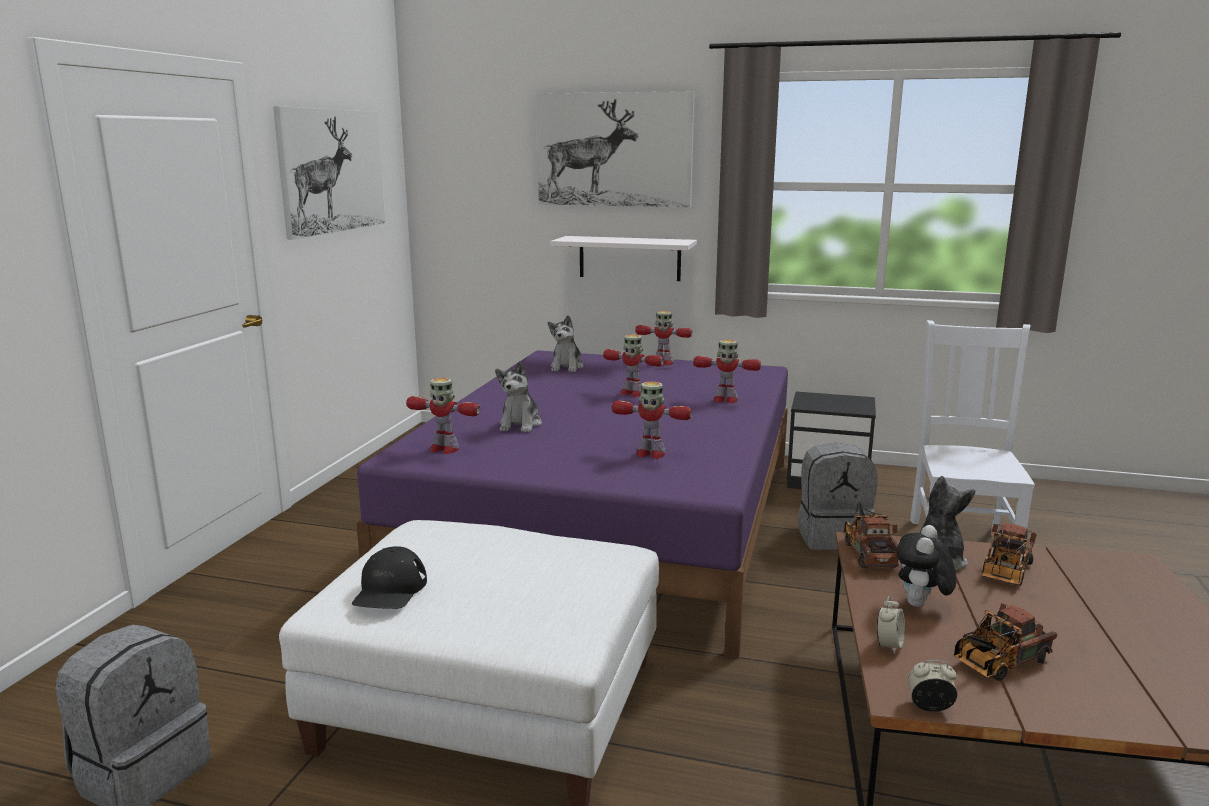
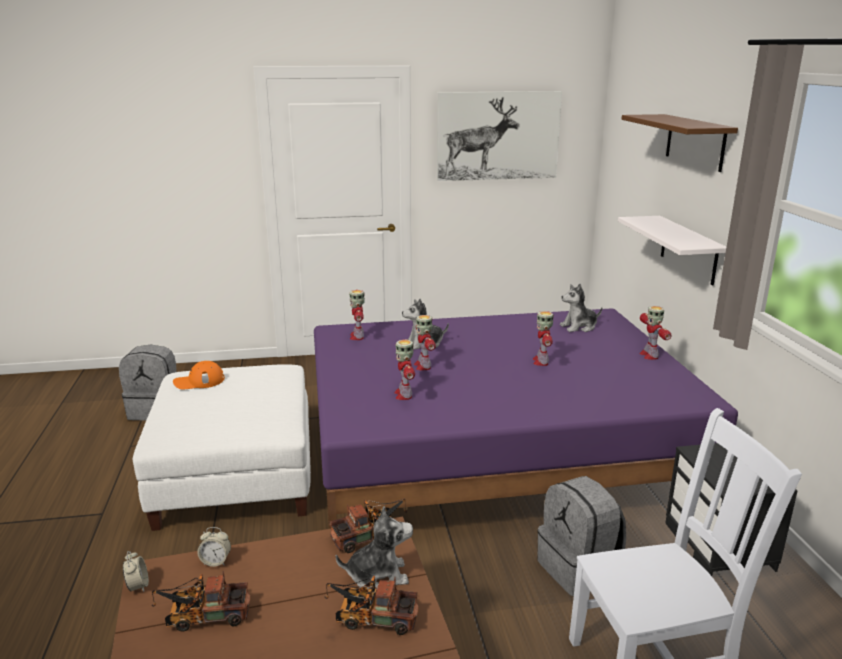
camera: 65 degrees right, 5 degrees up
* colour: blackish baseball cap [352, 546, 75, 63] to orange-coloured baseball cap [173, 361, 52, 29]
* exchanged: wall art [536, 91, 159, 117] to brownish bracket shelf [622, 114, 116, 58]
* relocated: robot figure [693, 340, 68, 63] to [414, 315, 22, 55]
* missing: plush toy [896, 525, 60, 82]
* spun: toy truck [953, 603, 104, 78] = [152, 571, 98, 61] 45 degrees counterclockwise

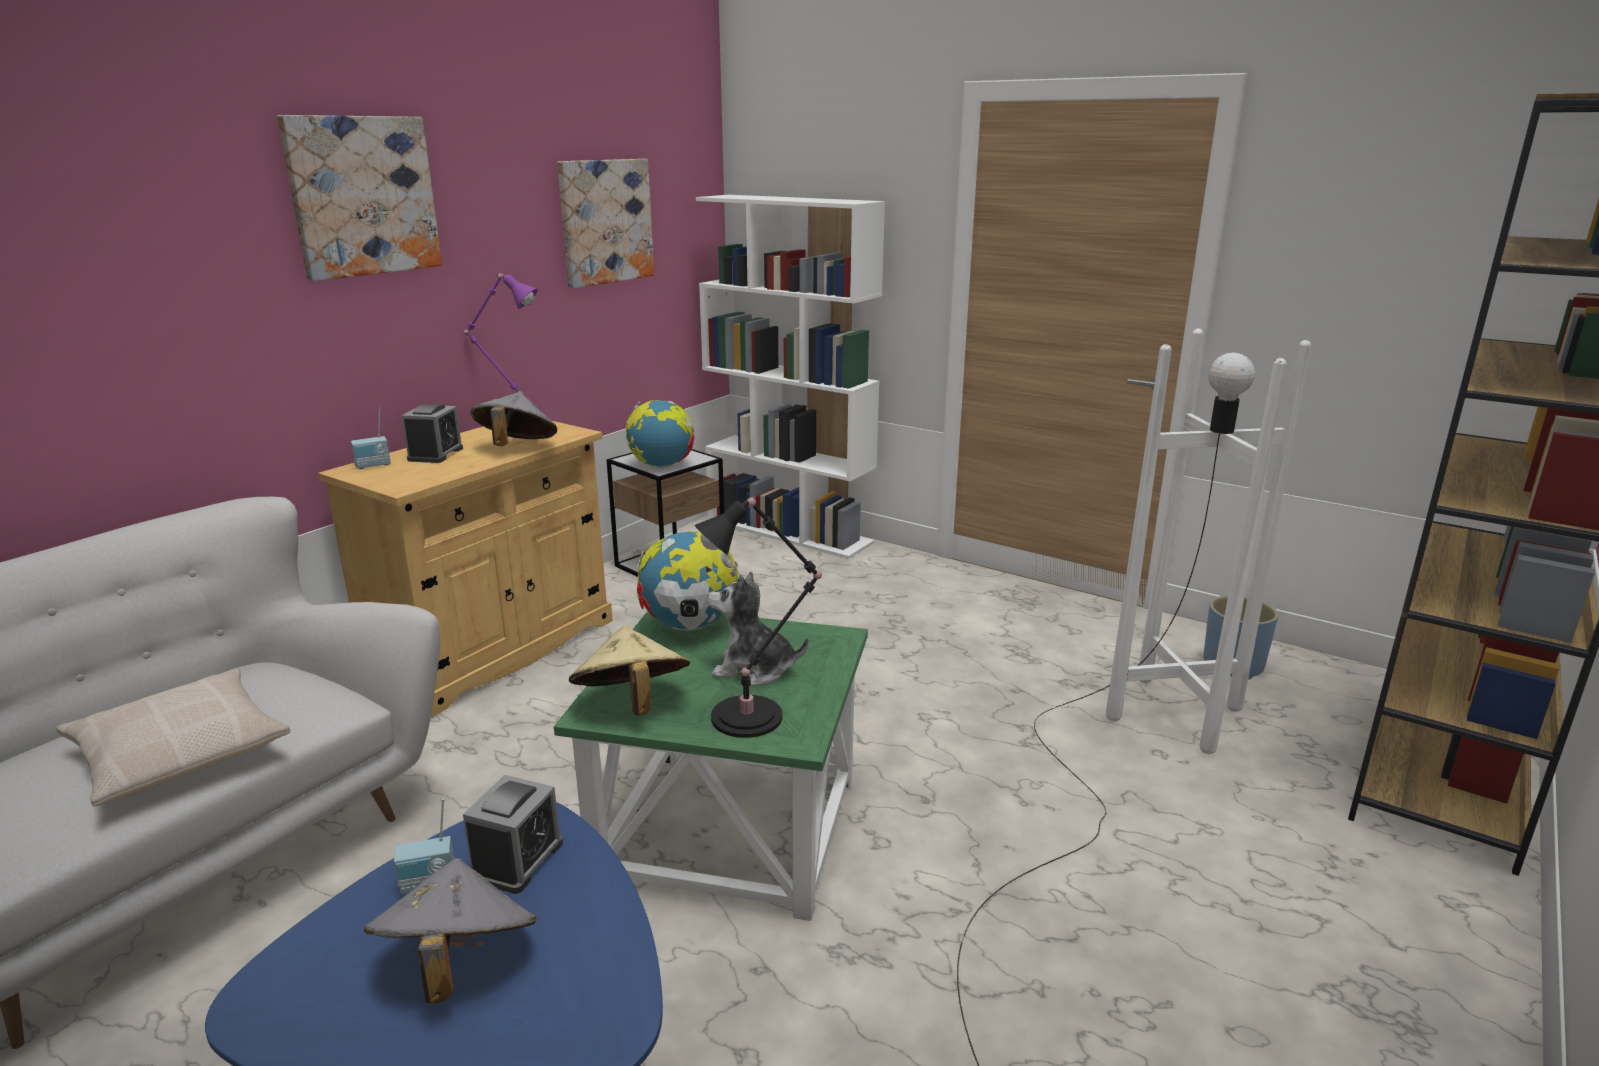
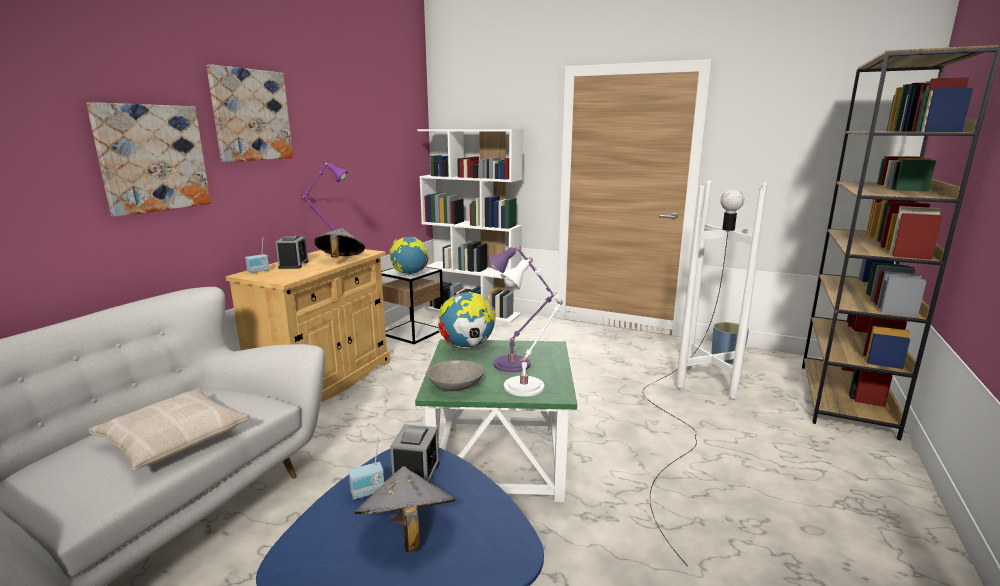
camera: 10 degrees left, 5 degrees down
* relocated: wall art [557, 159, 97, 130] to [86, 102, 125, 115]
* exchanged: beige-coloured clothing hat [569, 626, 121, 90] to grey bowl [427, 360, 57, 31]
* colour: blackish table lamp [695, 496, 127, 242] to white table lamp [500, 257, 63, 140]
* exchanged: plush toy [708, 572, 100, 114] to purplish table lamp [489, 246, 67, 126]

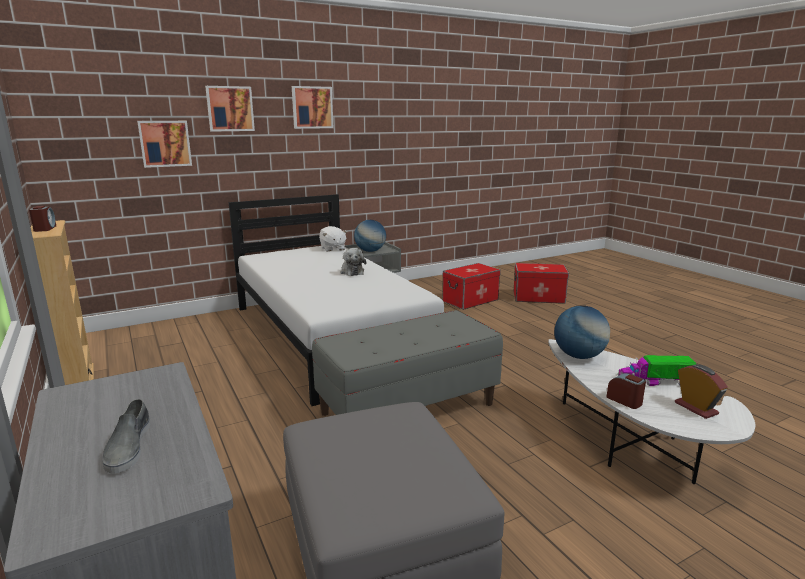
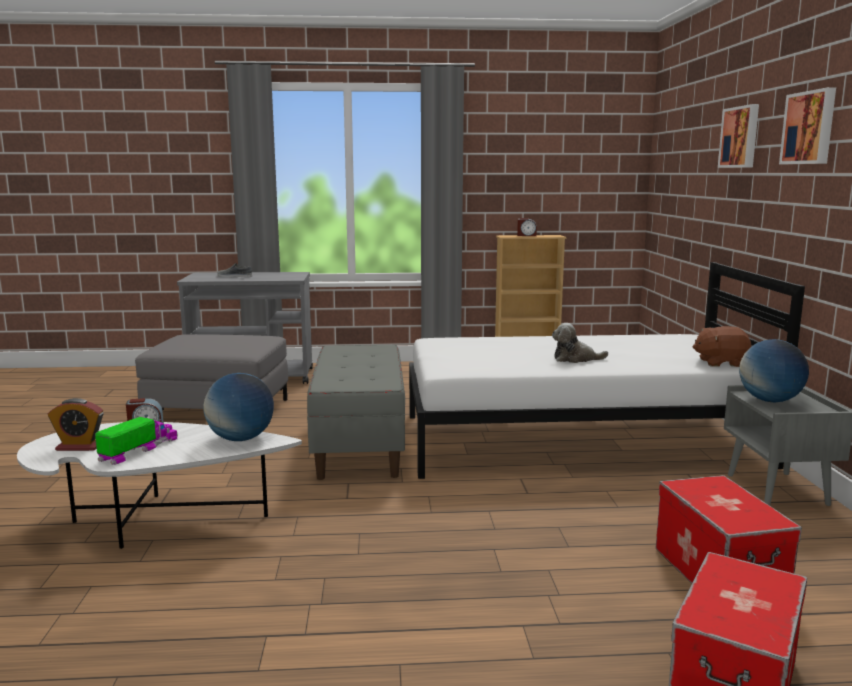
camera: 115 degrees right, 5 degrees down
* missing: wall art [137, 121, 55, 47]
* colour: white plush toy [319, 226, 28, 25] to brownish plush toy [693, 326, 59, 41]

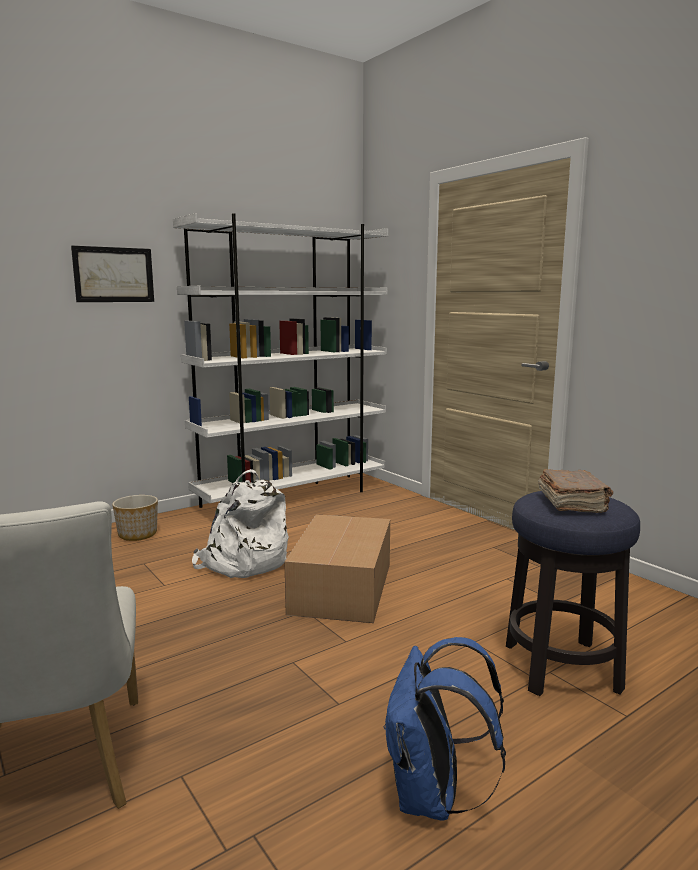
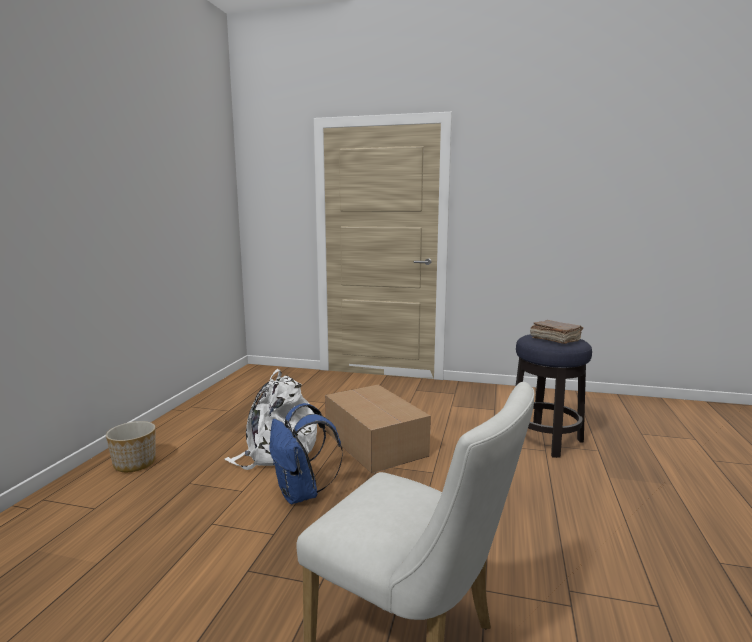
camera: 40 degrees left, 0 degrees up
* missing: wall art [71, 246, 83, 56]
* missing: white bookshelf [173, 213, 216, 295]
* relocated: blue backpack [383, 637, 123, 184] to [269, 403, 74, 101]

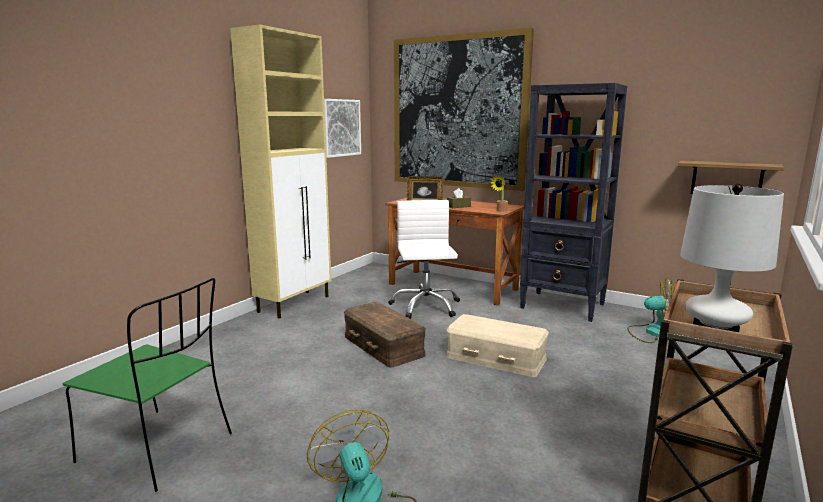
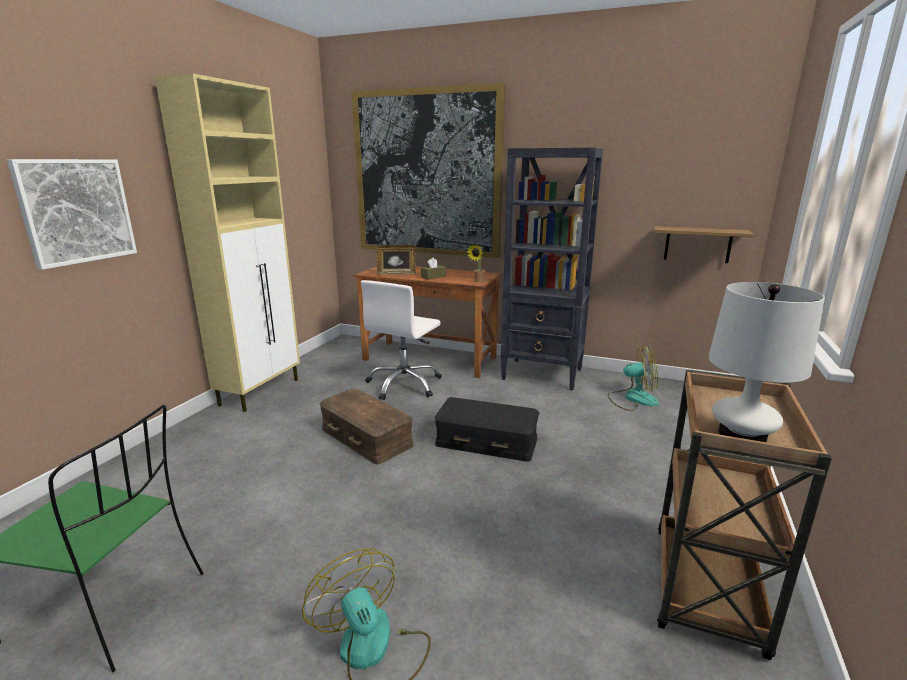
camera: 10 degrees left, 5 degrees up
* relocated: wall art [324, 99, 37, 59] to [7, 159, 130, 111]
* spun: white desk chair [388, 200, 72, 119] = [361, 280, 81, 120] 135 degrees counterclockwise
* colour: beige-coloured storage container [446, 314, 103, 63] to blackish storage container [434, 397, 105, 65]

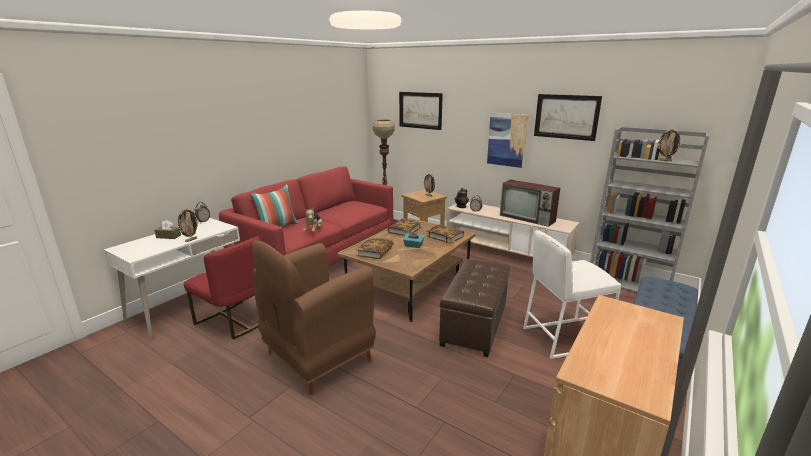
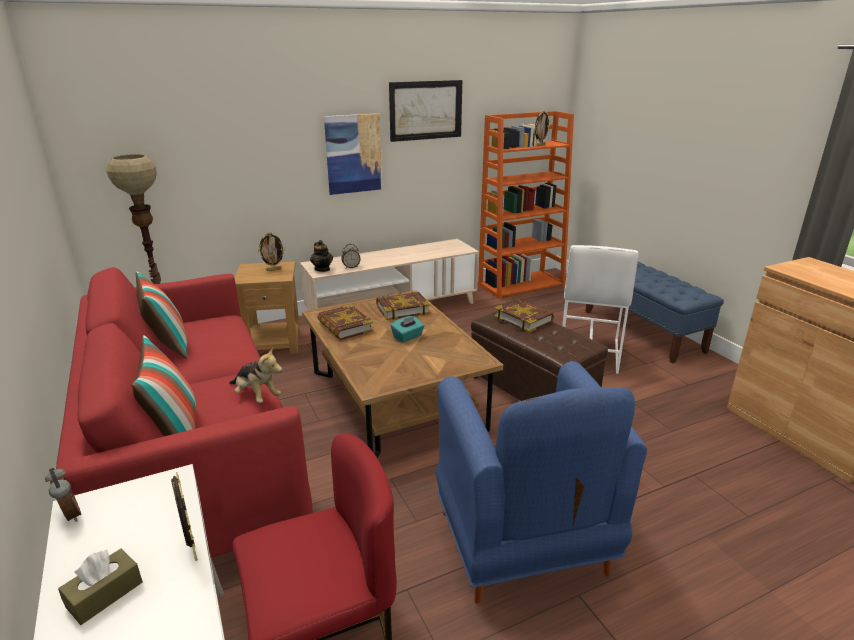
camera: 60 degrees left, 5 degrees up
* colour: brownish lounge chair [252, 240, 124, 155] to blue lounge chair [436, 361, 211, 243]
* relocated: bound book [356, 237, 37, 22] to [494, 299, 60, 34]
* missing: wall art [399, 92, 44, 38]
* missing: television [500, 179, 60, 48]
* colour: grey bookshelf [590, 127, 120, 165] to orange-coloured bookshelf [478, 111, 96, 188]
* appeared: pillow [136, 271, 51, 87]

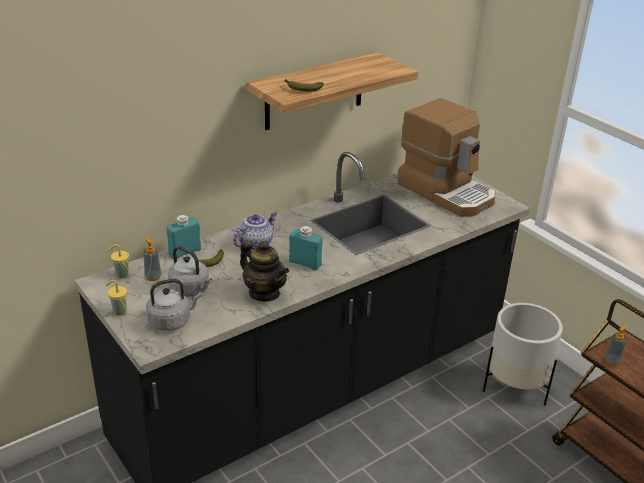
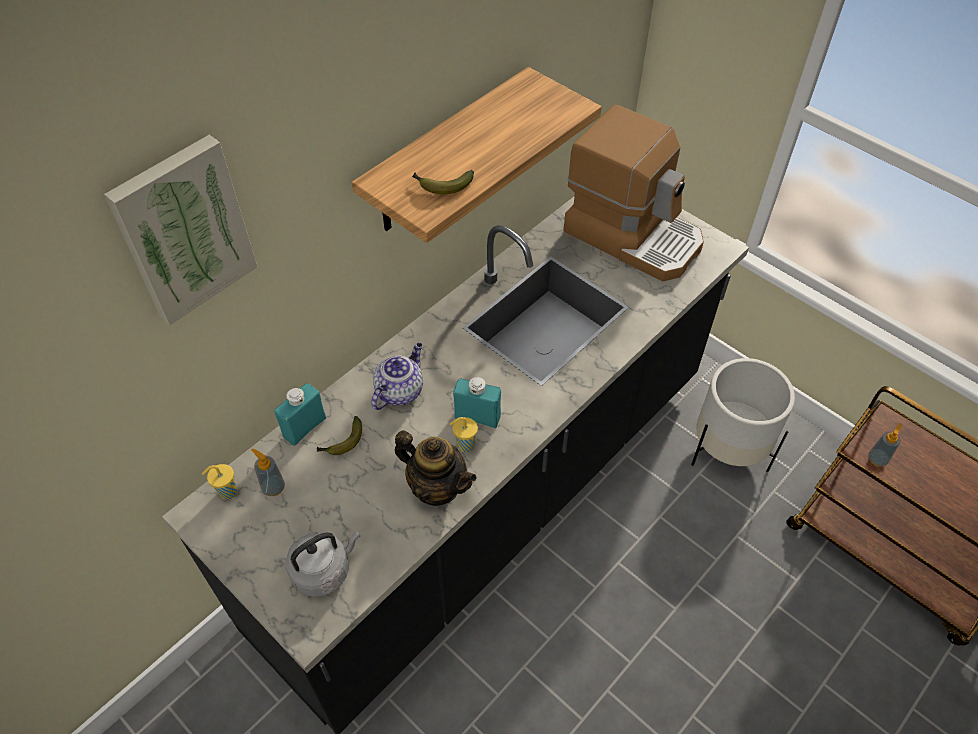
camera: 10 degrees left, 20 degrees up
* relocated: yellowish small cup [105, 280, 22, 36] to [450, 417, 28, 35]
* missing: grey water kettle [168, 246, 44, 51]
* appeared: wall art [104, 135, 154, 190]

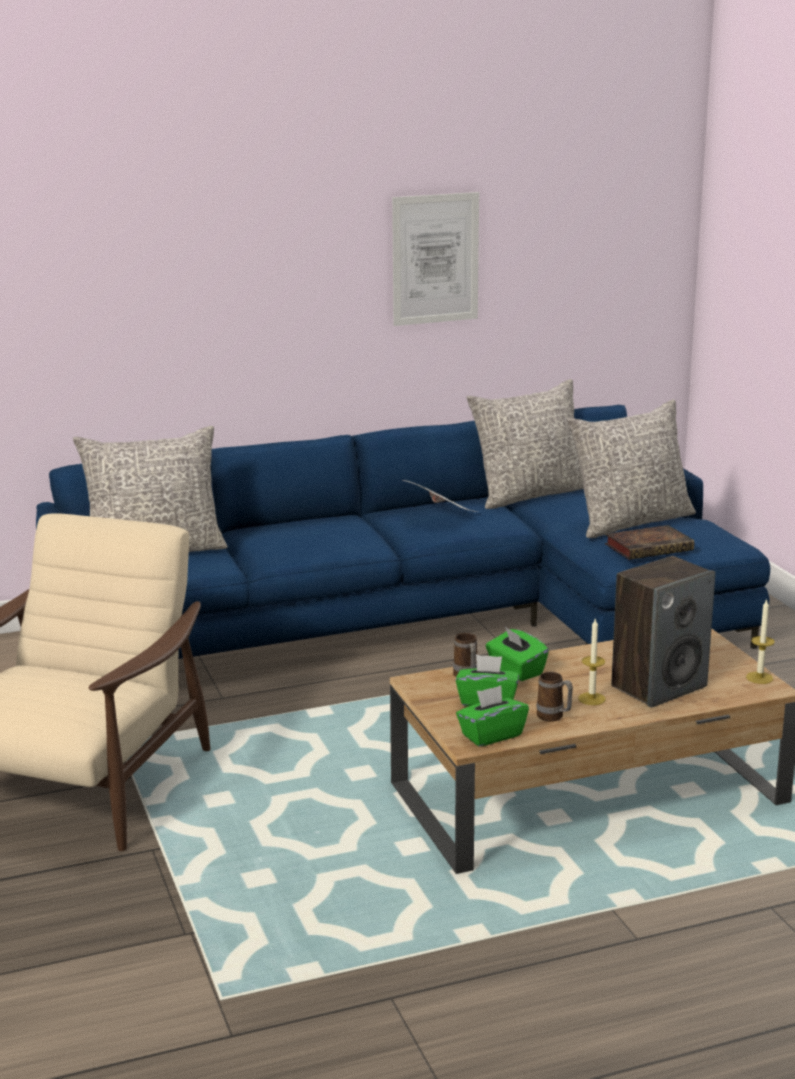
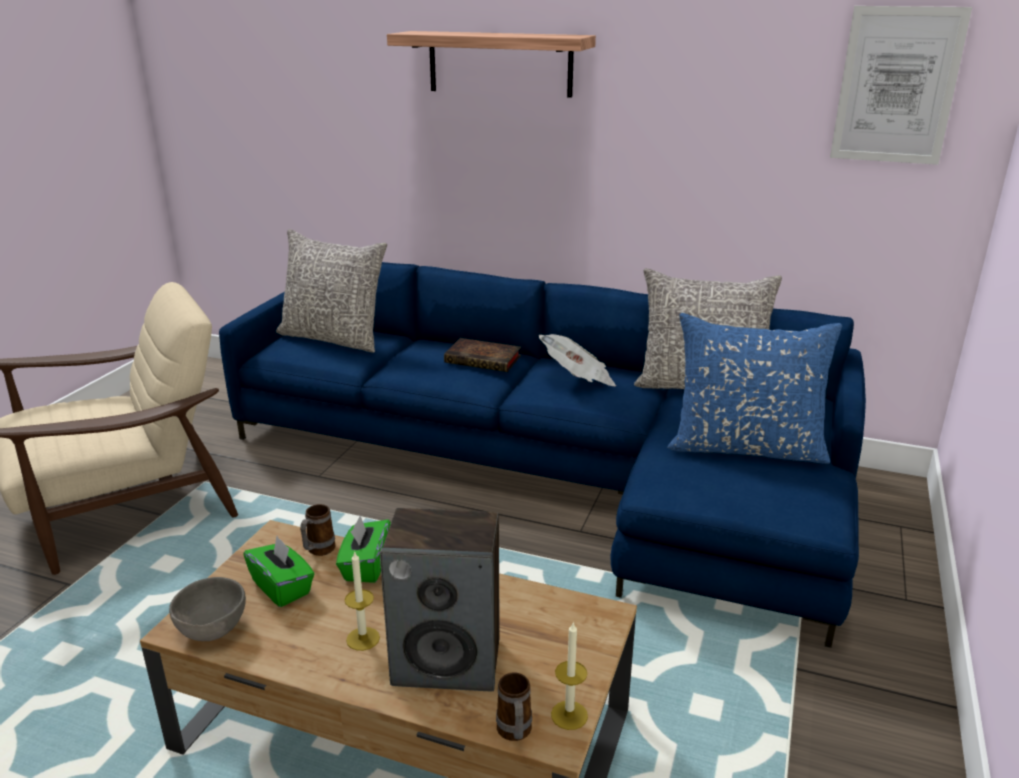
camera: 40 degrees right, 5 degrees up
* relocated: wall art [392, 192, 87, 134] to [830, 6, 142, 159]
* exchanged: greenish tissue box [456, 686, 73, 61] to grey bowl [169, 577, 77, 64]
* relocated: coffee mug [536, 672, 37, 49] to [496, 673, 36, 68]
* colour: grey pillow [567, 399, 129, 139] to blue pillow [668, 313, 174, 151]
* relocated: bound book [605, 525, 89, 35] to [444, 338, 77, 34]
* appeared: bracket shelf [387, 31, 209, 67]

